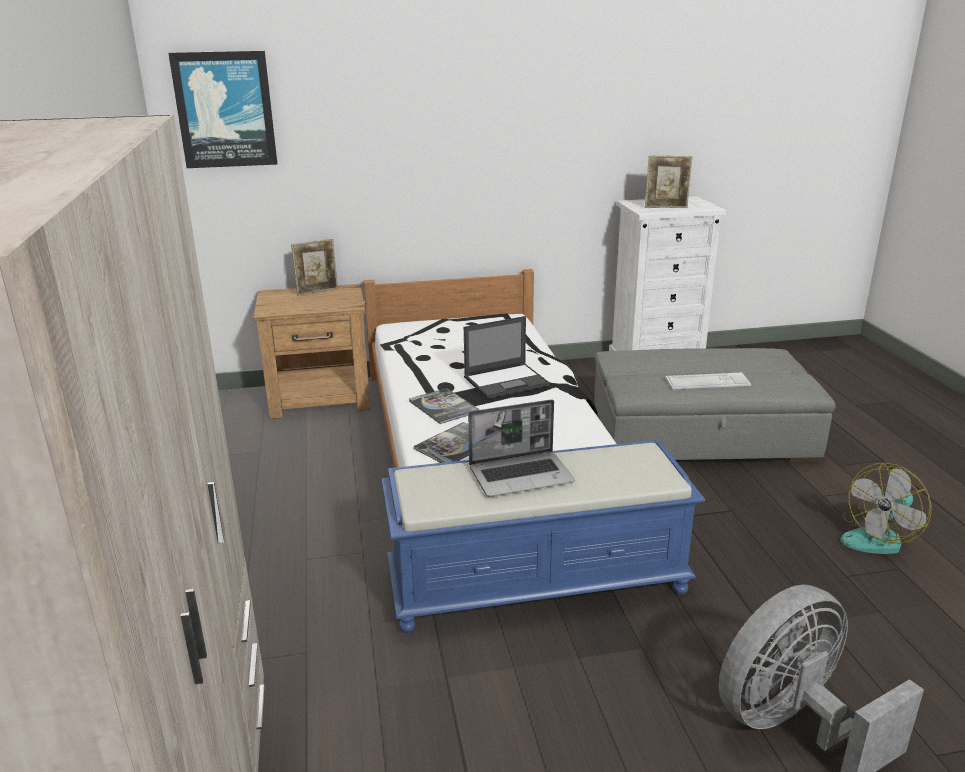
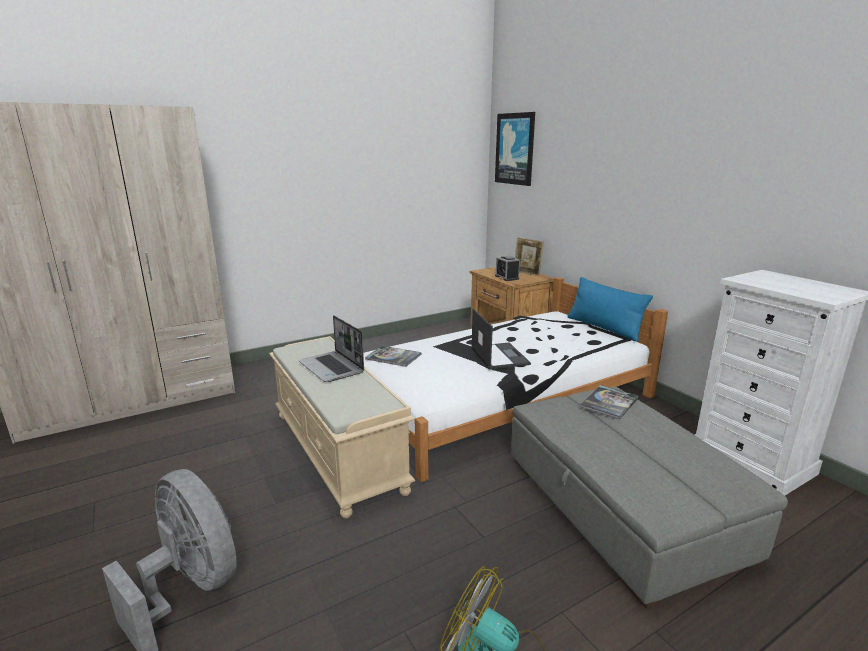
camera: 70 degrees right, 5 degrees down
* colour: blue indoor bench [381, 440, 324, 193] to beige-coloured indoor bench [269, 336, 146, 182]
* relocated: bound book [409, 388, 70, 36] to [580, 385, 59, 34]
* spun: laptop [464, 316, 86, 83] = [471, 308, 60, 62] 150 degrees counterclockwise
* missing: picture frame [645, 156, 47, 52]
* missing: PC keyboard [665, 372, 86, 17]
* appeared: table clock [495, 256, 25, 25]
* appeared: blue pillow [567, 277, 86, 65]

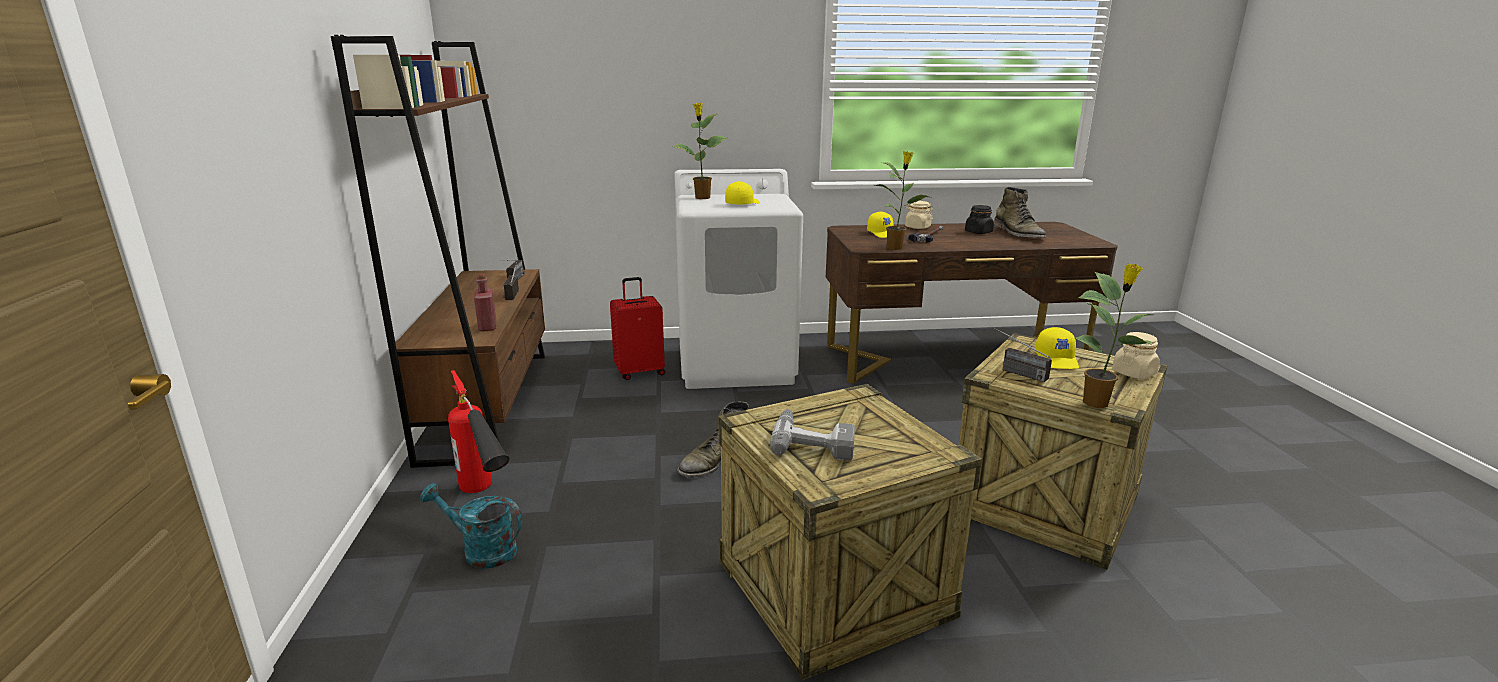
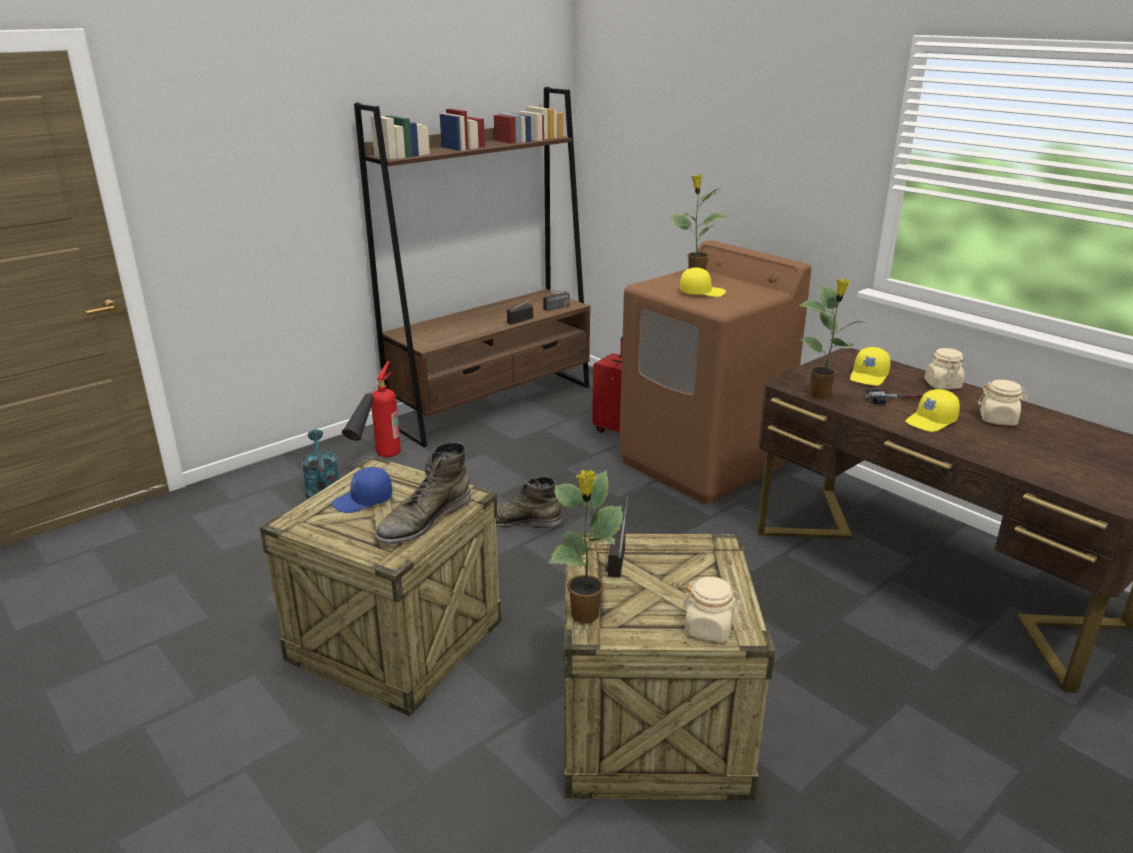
camera: 55 degrees right, 5 degrees up
* missing: red drink bottle [474, 273, 23, 58]
* colour: white washing machine [674, 169, 129, 220] to brownish washing machine [619, 240, 192, 265]
* exchanged: power drill [770, 409, 85, 52] to blue baseball cap [332, 467, 60, 46]
* colour: blackish preserve jar [965, 205, 29, 29] to beige-coloured preserve jar [978, 380, 51, 46]
* relocated: greenish boot [994, 187, 52, 51] to [374, 442, 97, 102]
* relocated: yellowish baseball cap [1035, 327, 44, 42] to [905, 389, 55, 43]

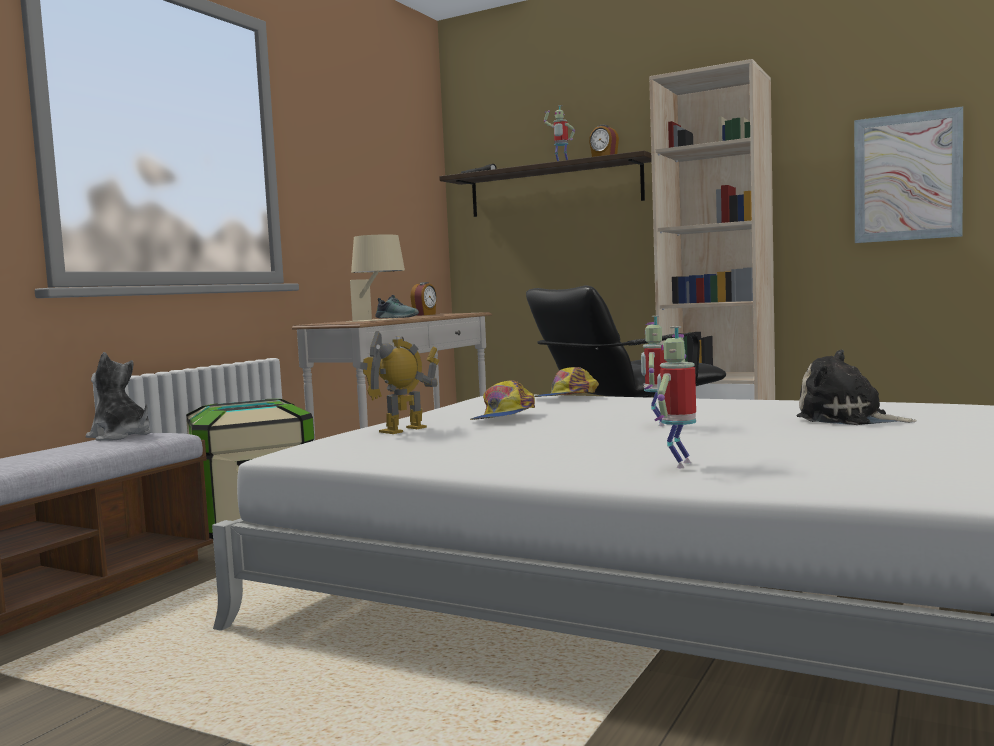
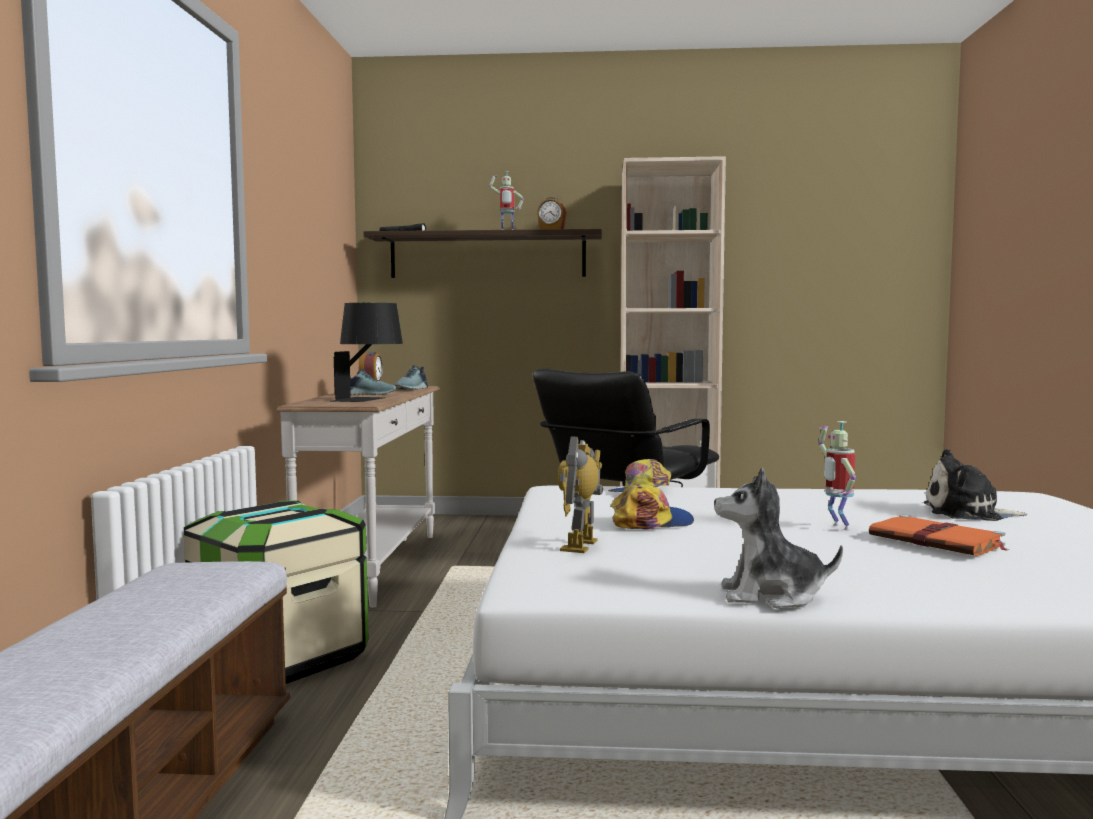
camera: 25 degrees left, 0 degrees up
* relocated: plush toy [86, 352, 65, 89] to [714, 468, 129, 140]
* colour: beige-coloured table lamp [345, 234, 60, 88] to blackish table lamp [332, 303, 71, 99]
* spun: baseball cap [470, 380, 65, 40] = [610, 484, 84, 46] 105 degrees counterclockwise
* missing: robot figure [654, 326, 42, 142]
* missing: wall art [854, 107, 109, 136]
* appeared: item of footwear [394, 365, 34, 25]
* appeared: orange-coloured bound book [869, 515, 142, 41]

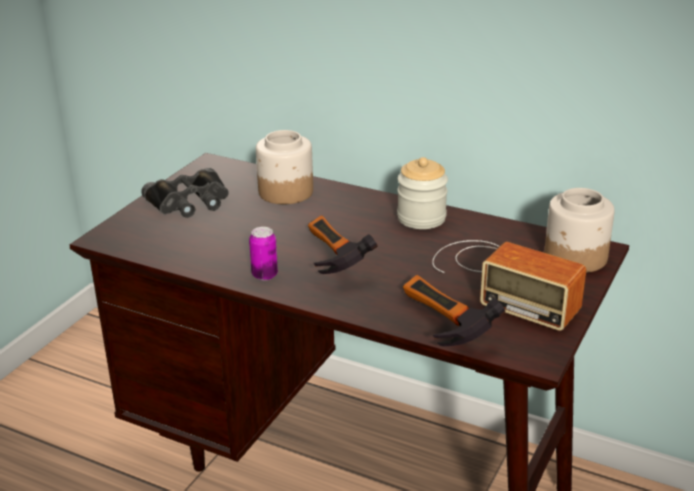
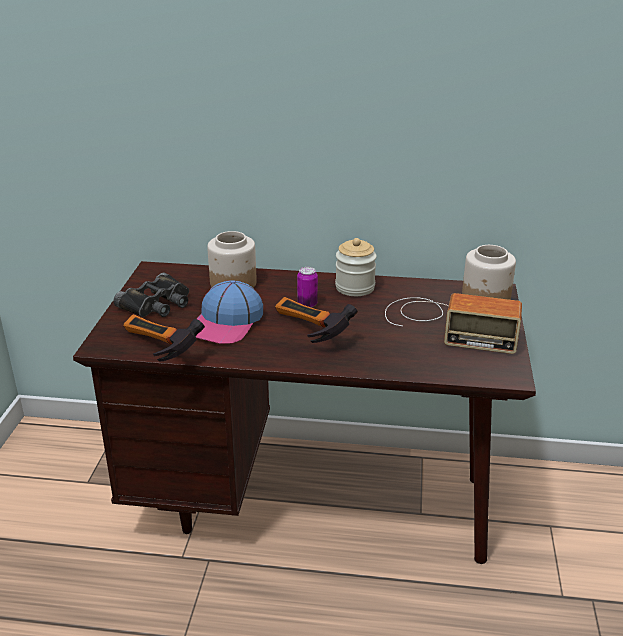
camera: 20 degrees left, 0 degrees up
* relocated: sealed can [249, 227, 29, 54] to [297, 267, 21, 41]
* relocated: hammer [403, 275, 102, 71] to [123, 314, 82, 47]
* appeared: baseball cap [196, 280, 67, 64]

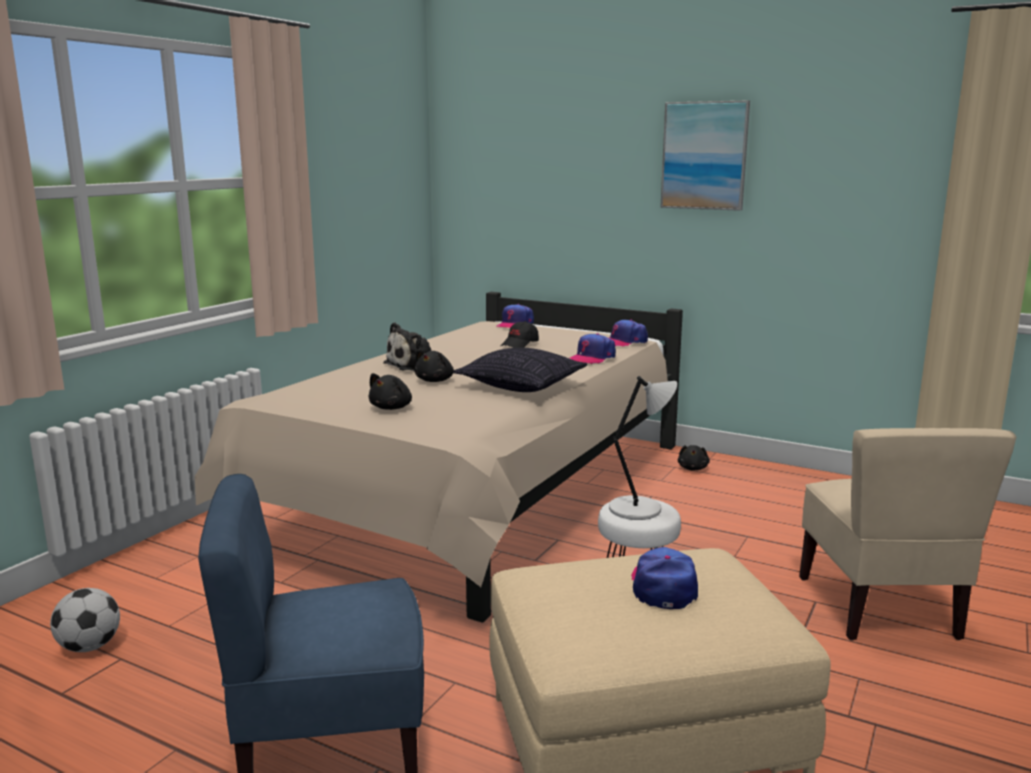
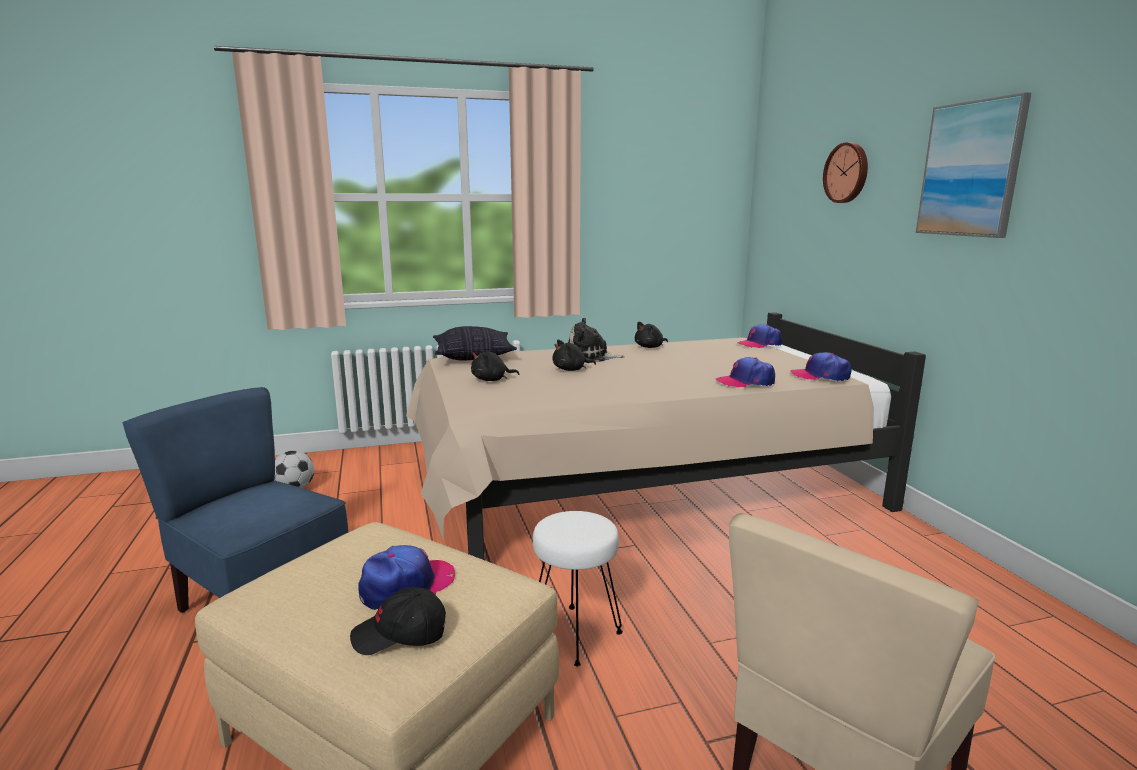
camera: 45 degrees right, 0 degrees up
* relocated: pillow [453, 348, 135, 44] to [433, 326, 84, 35]
* relocated: blackish baseball cap [501, 321, 38, 27] to [350, 587, 96, 68]
* missing: grey table lamp [609, 376, 68, 144]
* relocated: blackish plush toy [678, 445, 32, 25] to [635, 322, 33, 26]
* appeared: clock on the wall [823, 142, 45, 61]

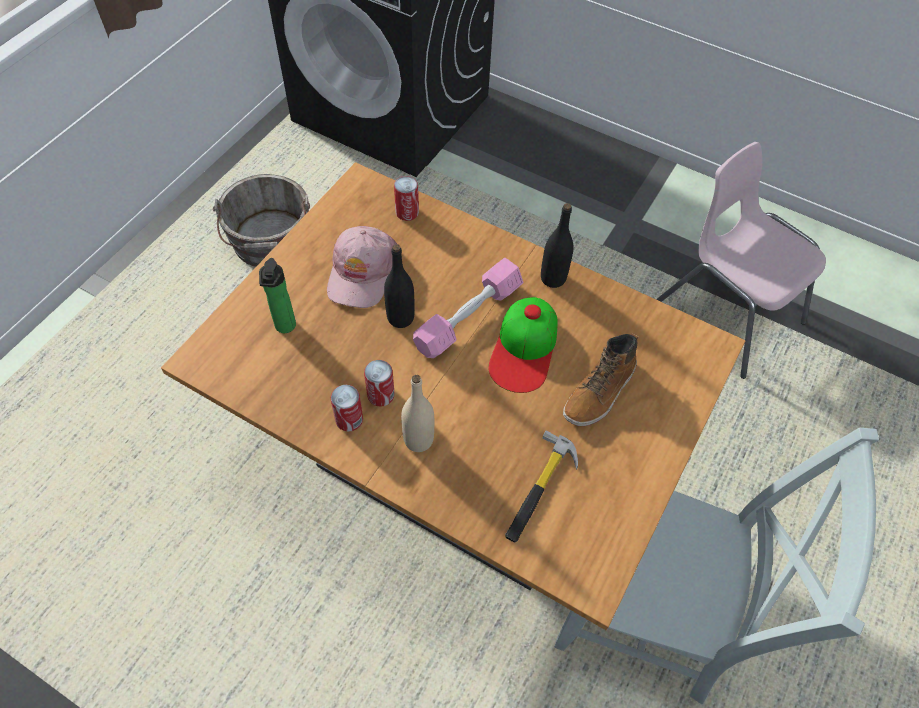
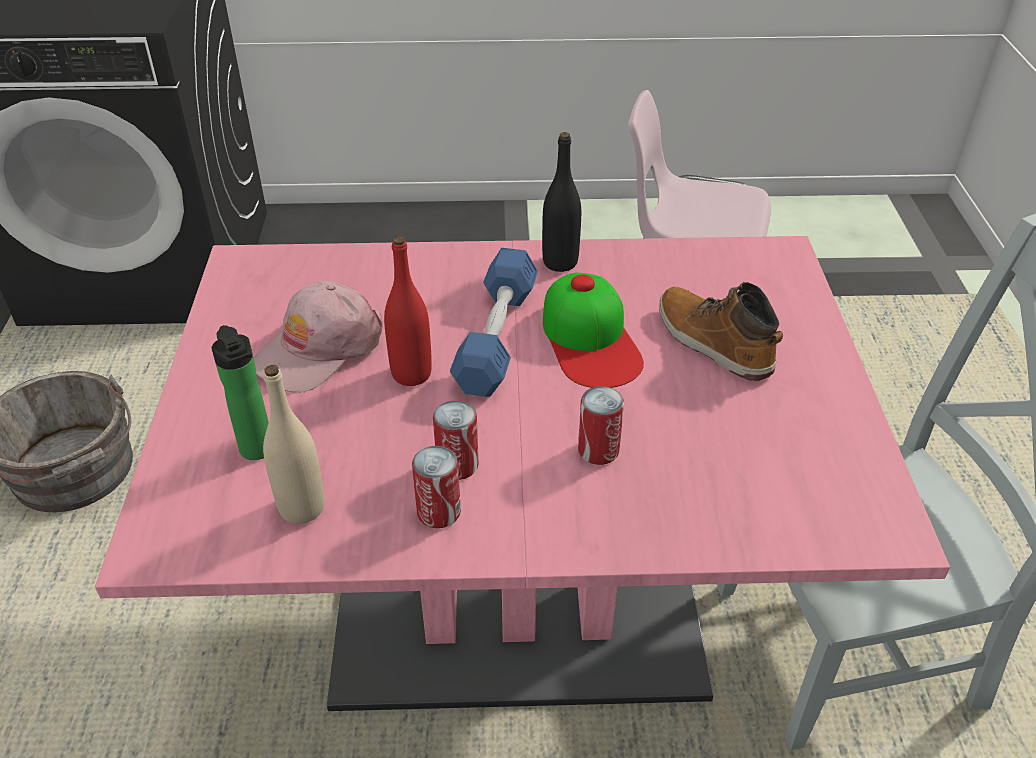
camera: 30 degrees left, 15 degrees down
* colour: brownish dinner table [161, 162, 584, 468] to pinkish dinner table [95, 236, 855, 475]
* spun: pinkish baseball cap [327, 226, 70, 82] = [254, 281, 129, 112] 60 degrees clockwise
* colour: blackish drink bottle [384, 244, 31, 84] to red drink bottle [384, 236, 48, 150]
* relocated: sealed can [394, 176, 25, 45] to [578, 386, 46, 79]
* relocated: beige-coloured drink bottle [401, 375, 33, 77] to [263, 365, 61, 159]
* colour: pinkish hand weight [413, 258, 110, 100] to blue hand weight [450, 248, 88, 149]
* missing: hammer [505, 430, 73, 112]
* spun: boot [563, 334, 75, 92] = [659, 282, 124, 99] 135 degrees clockwise

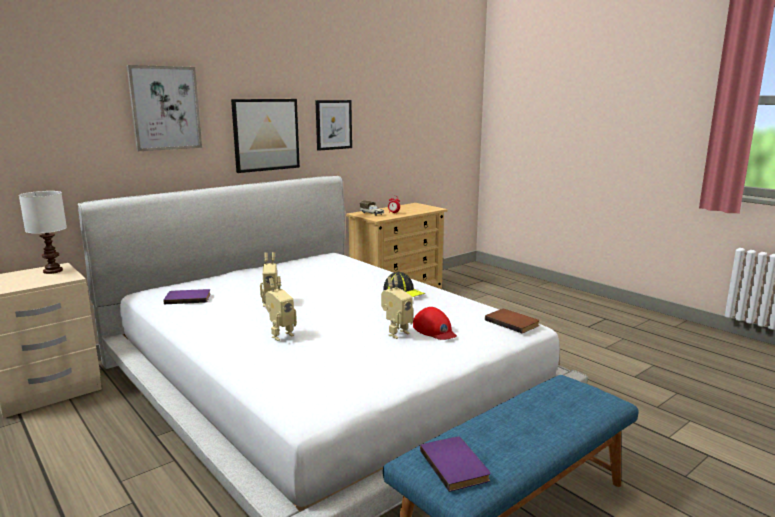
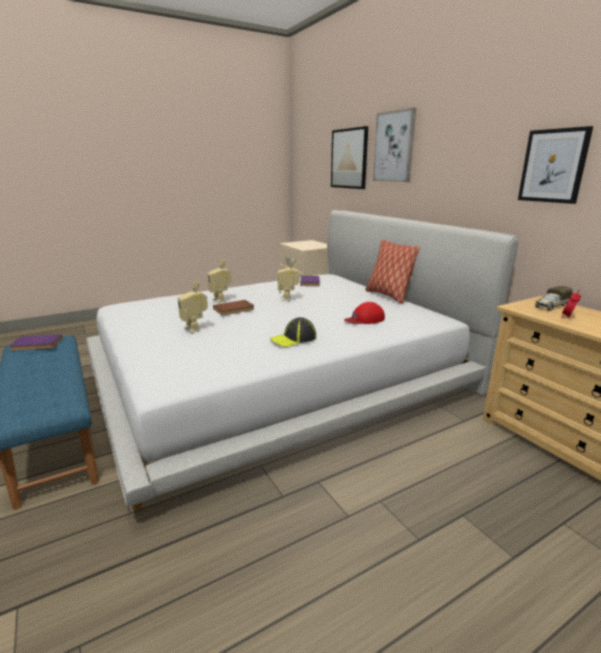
camera: 100 degrees right, 5 degrees up
* missing: white table lamp [19, 191, 48, 83]
* relocated: wall art [231, 99, 69, 74] to [331, 126, 37, 63]
* relocated: red baseball cap [413, 307, 44, 33] to [344, 302, 41, 22]
* relocated: brownish bound book [485, 309, 55, 24] to [213, 300, 41, 15]
* appeared: pillow [366, 239, 54, 65]

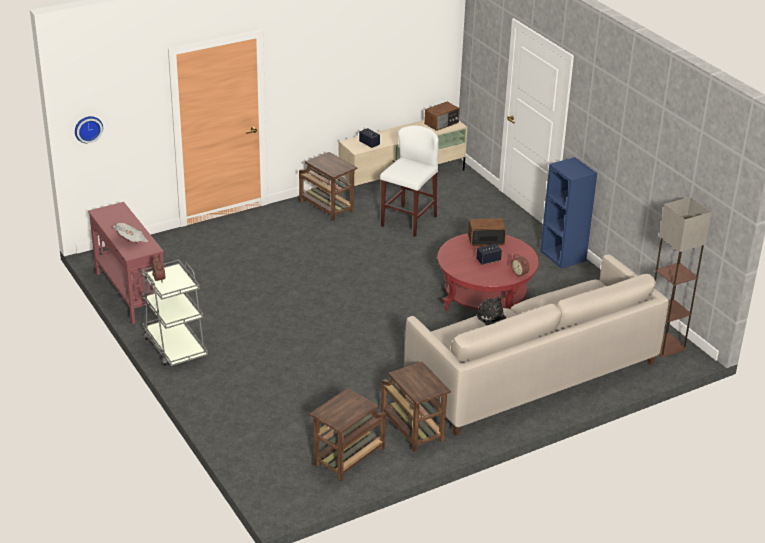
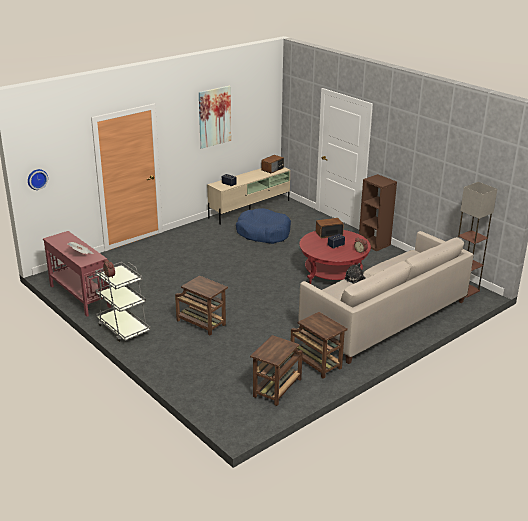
camera: 10 degrees left, 5 degrees down
* relocated: brownish accent table [299, 152, 58, 69] to [175, 276, 53, 60]
* exchanged: white sitting stool [380, 125, 59, 112] to blue dog cushion [236, 208, 55, 36]
* colour: blue bookshelf [540, 157, 57, 112] to brownish bookshelf [359, 174, 38, 77]
* appeared: wall art [199, 86, 32, 63]

